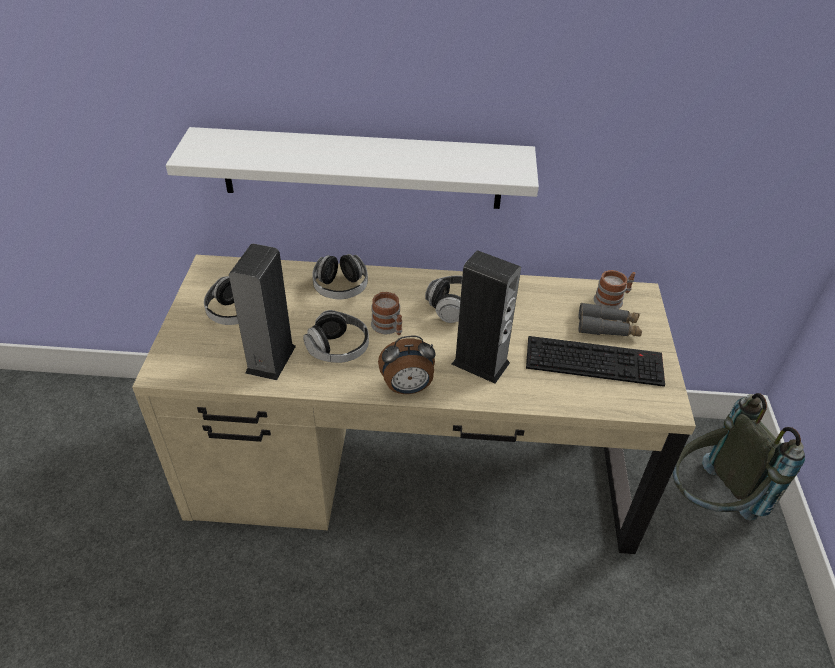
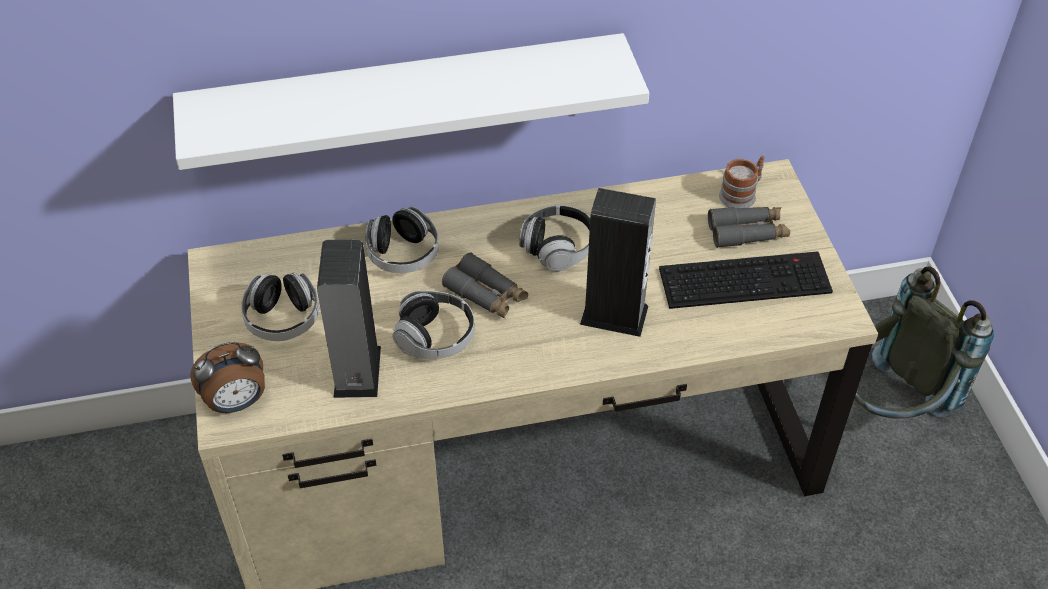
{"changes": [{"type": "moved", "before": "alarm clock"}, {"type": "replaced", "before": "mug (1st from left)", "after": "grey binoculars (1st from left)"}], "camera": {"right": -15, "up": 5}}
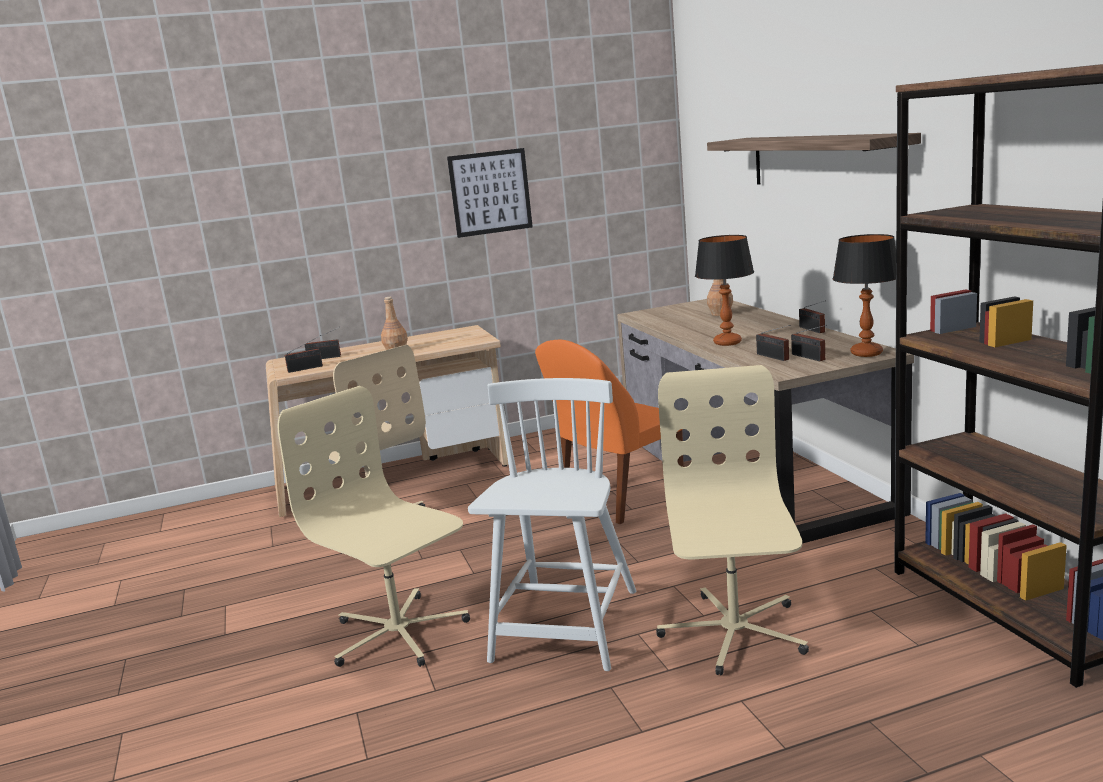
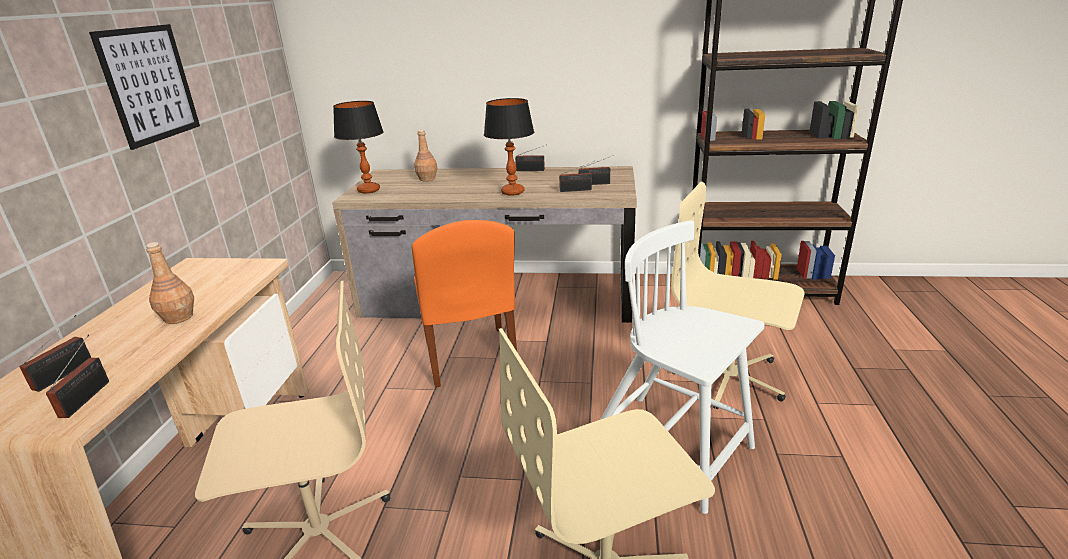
{"changes": [{"type": "moved", "before": "table lamp (2nd from left in the first image)", "after": "table lamp (1st from left)"}, {"type": "removed", "before": "shelf"}], "camera": {"right": -65, "up": 10}}
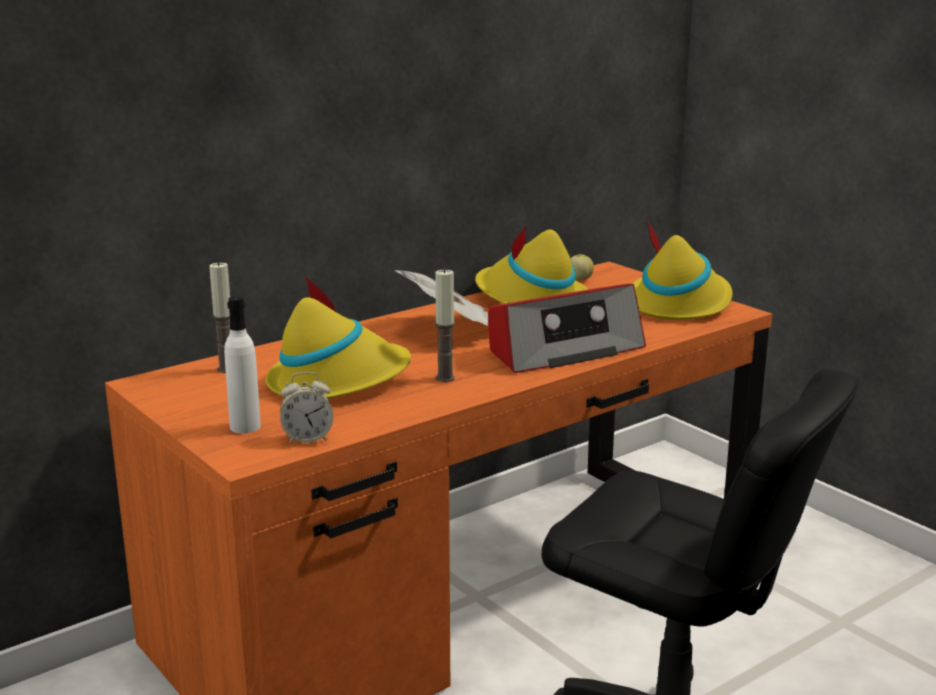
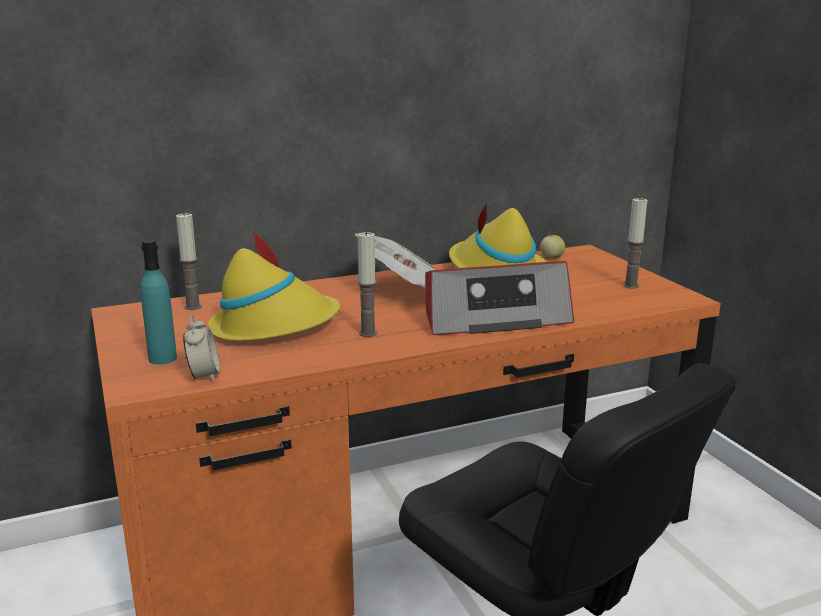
{"changes": [{"type": "recoloured", "before": "white bottle", "after": "turquoise bottle"}, {"type": "turned", "before": "alarm clock", "turn": -105}, {"type": "replaced", "before": "yellow hat (3rd from left)", "after": "candle (3rd from left)"}], "camera": {"right": 15, "up": 0}}
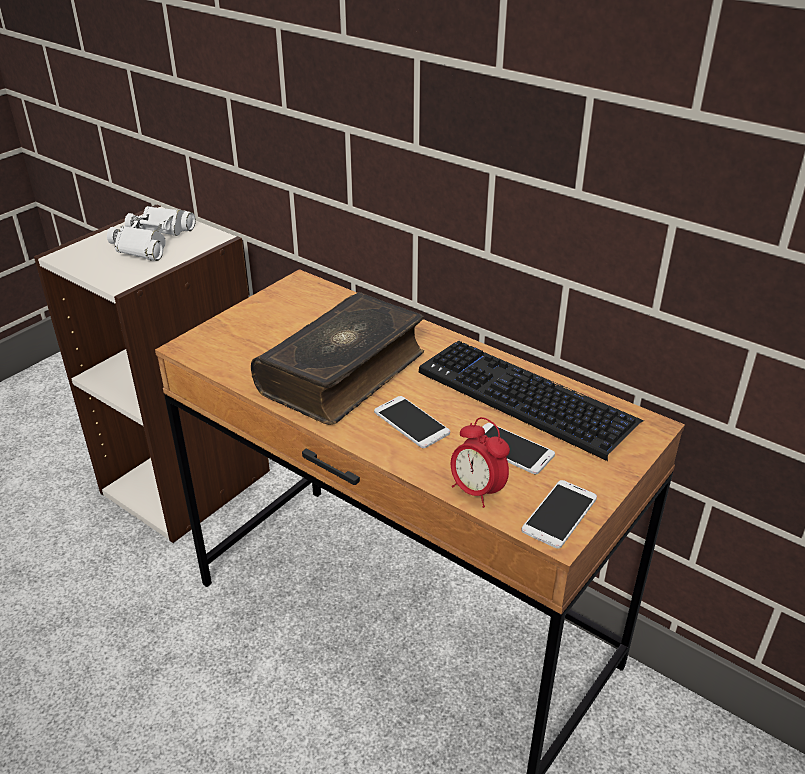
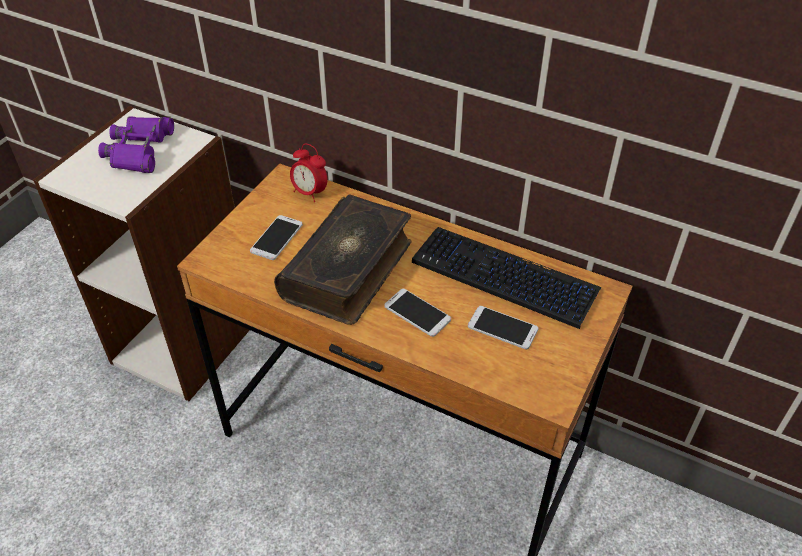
{"changes": [{"type": "recoloured", "before": "white binoculars", "after": "purple binoculars"}, {"type": "moved", "before": "phone (3rd from left in the first image)", "after": "phone (1st from left)"}, {"type": "moved", "before": "alarm clock"}], "camera": {"right": -10, "up": 10}}
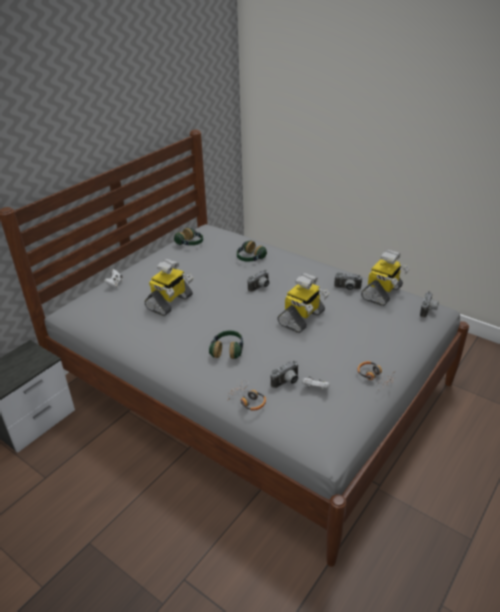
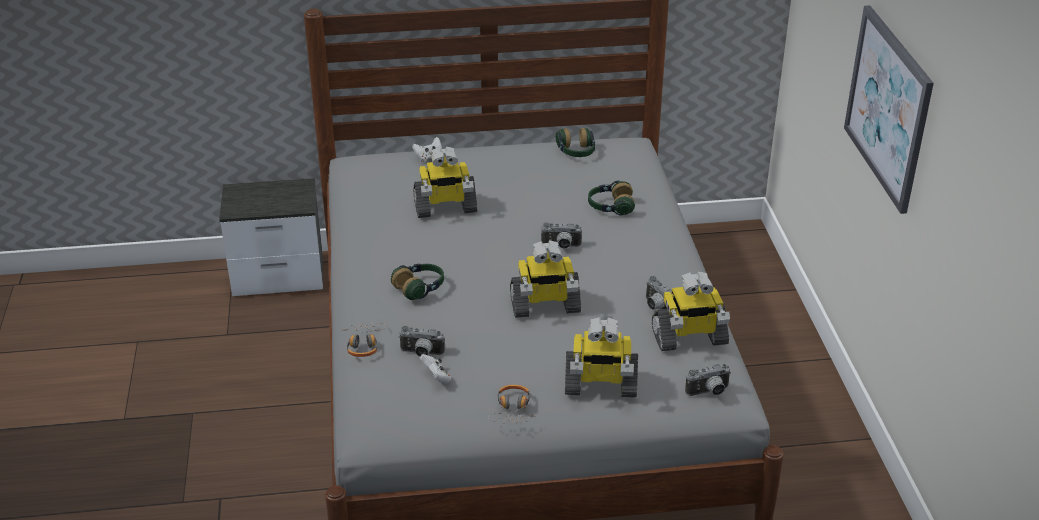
{"changes": [{"type": "added", "after": "toy robot (3rd from left)"}, {"type": "added", "after": "picture"}], "camera": {"right": 45, "up": 0}}
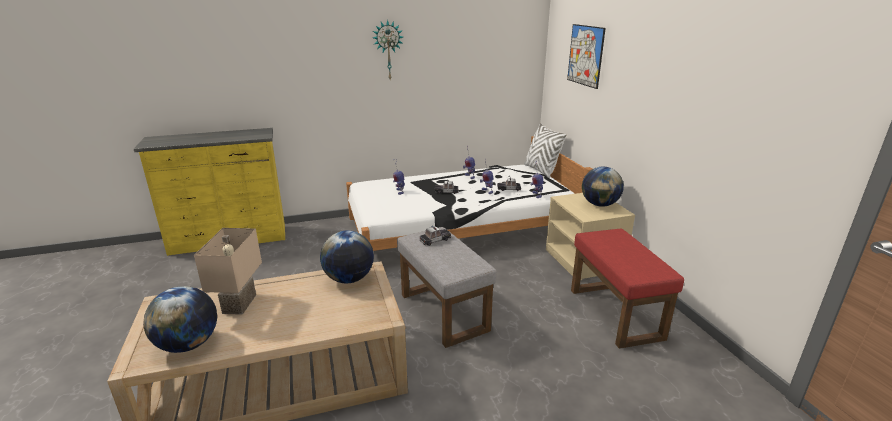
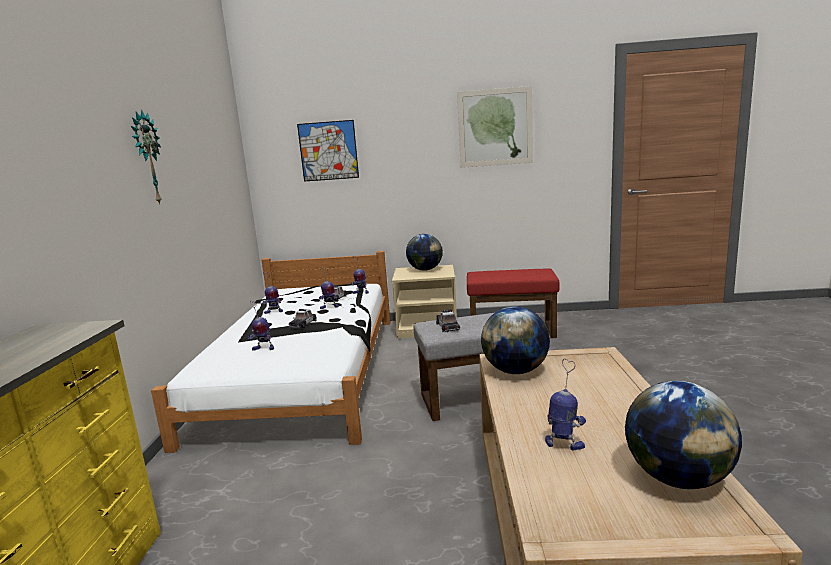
{"changes": [{"type": "added", "after": "picture (2nd from left)"}, {"type": "replaced", "before": "beige table lamp", "after": "toy robot (5th from left)"}, {"type": "removed", "before": "white pillow"}], "camera": {"right": -70, "up": -10}}
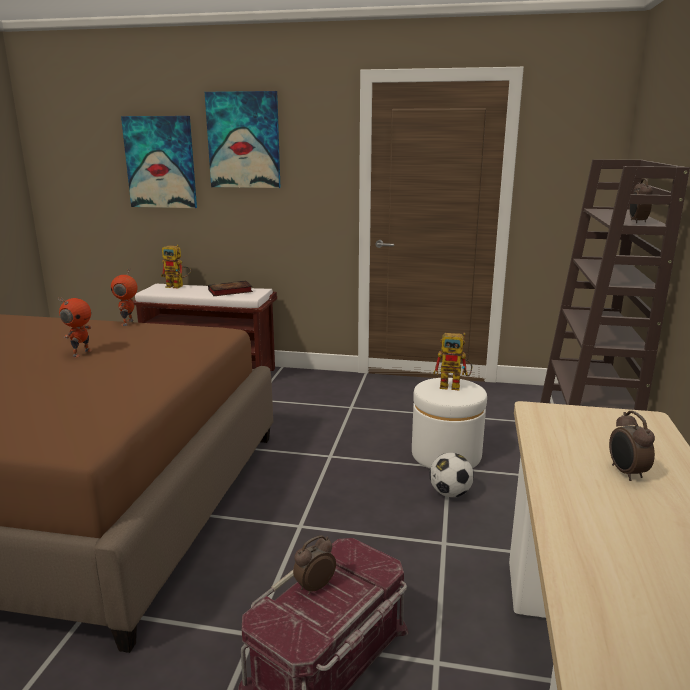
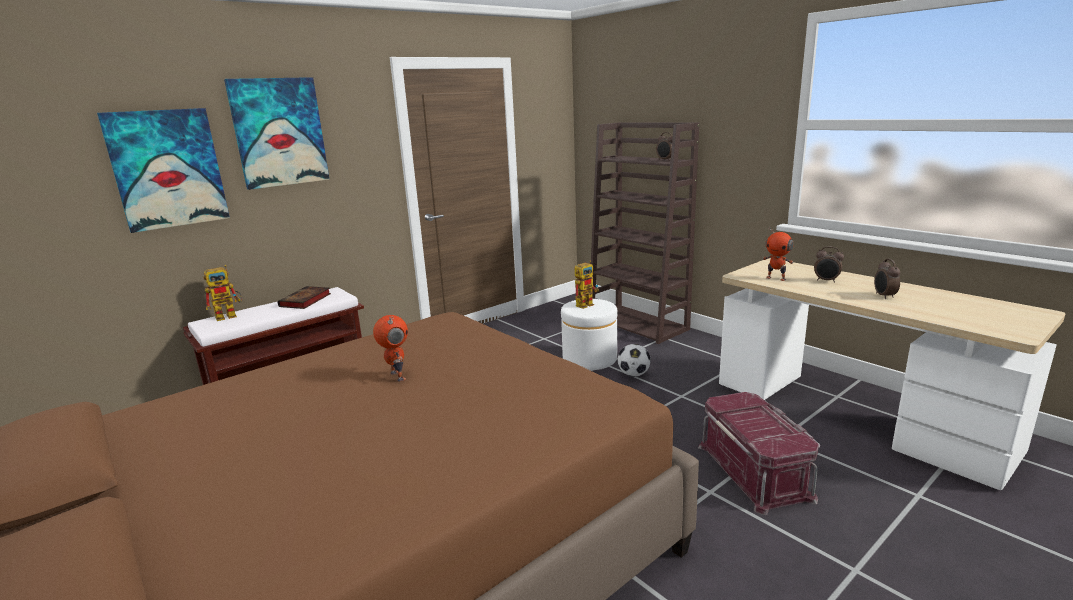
{"changes": [{"type": "moved", "before": "toy robot (2nd from left in the first image)", "after": "toy robot (4th from left)"}, {"type": "moved", "before": "alarm clock (1st from left in the first image)", "after": "alarm clock (3rd from left)"}], "camera": {"right": -50, "up": 0}}
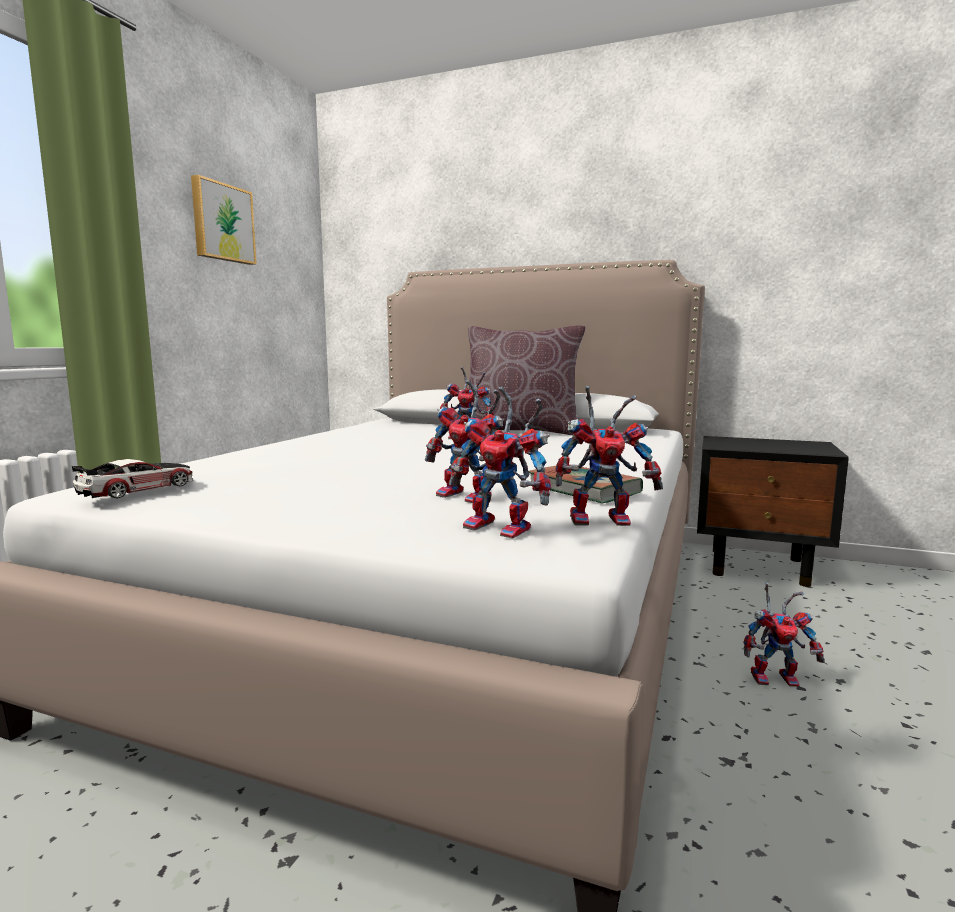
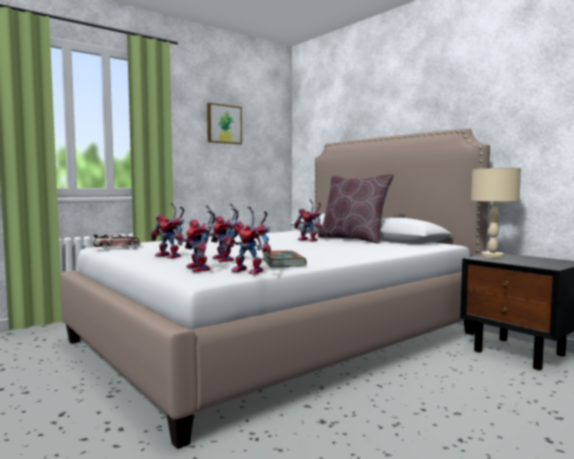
{"changes": [{"type": "moved", "before": "toy robot (5th from left in the first image)", "after": "toy robot (1st from left)"}, {"type": "added", "after": "beige table lamp"}], "camera": {"right": 30, "up": -5}}
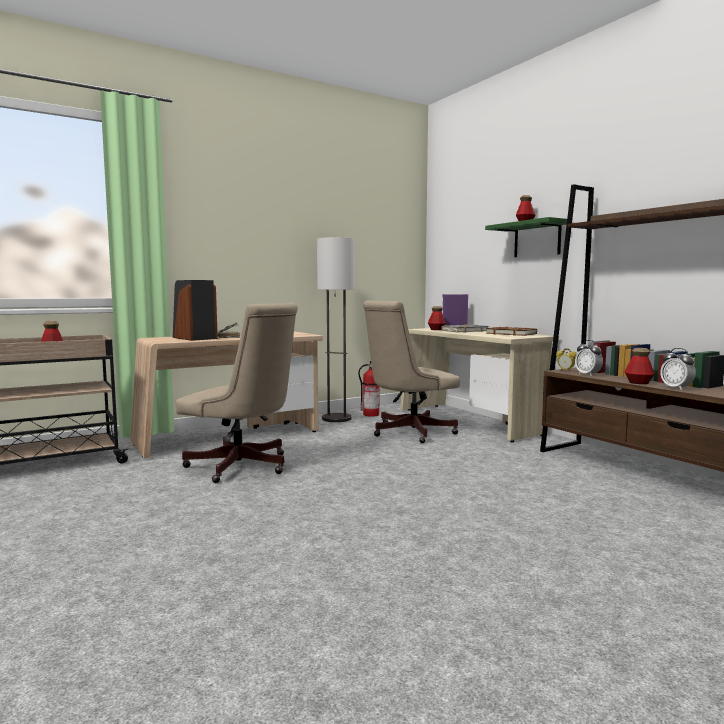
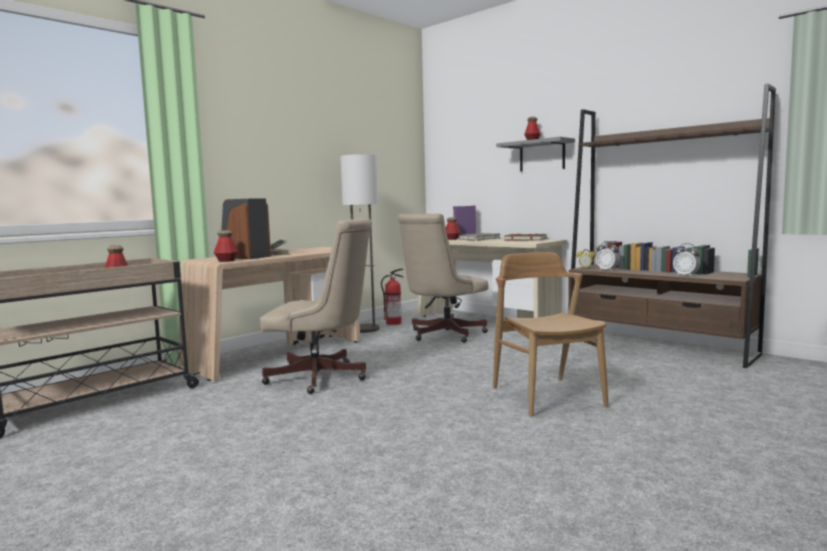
{"changes": [{"type": "moved", "before": "bottle (4th from left in the first image)", "after": "bottle (2nd from left)"}, {"type": "added", "after": "brown chair"}, {"type": "recoloured", "before": "green shelf", "after": "grey shelf"}], "camera": {"right": -15, "up": 0}}
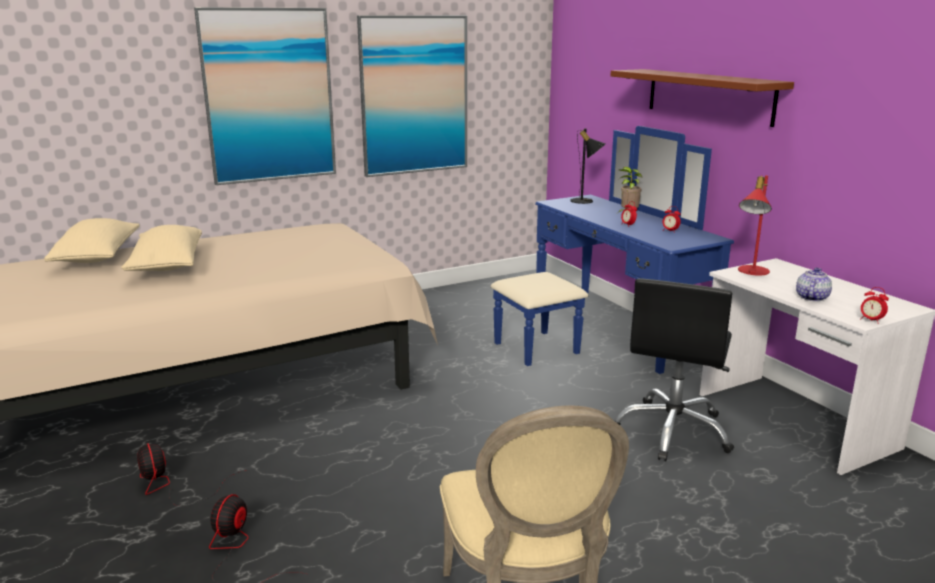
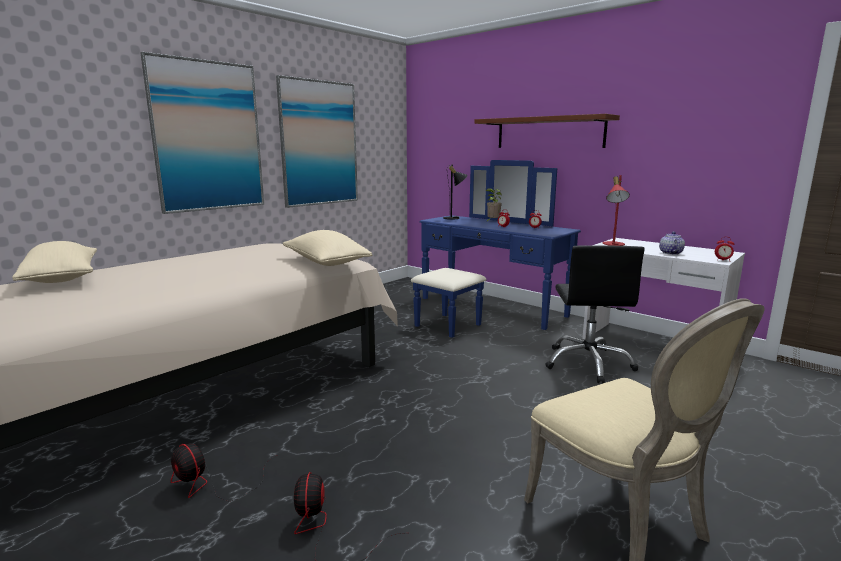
{"changes": [{"type": "moved", "before": "beige pillow (2nd from left)"}], "camera": {"right": -20, "up": -5}}
